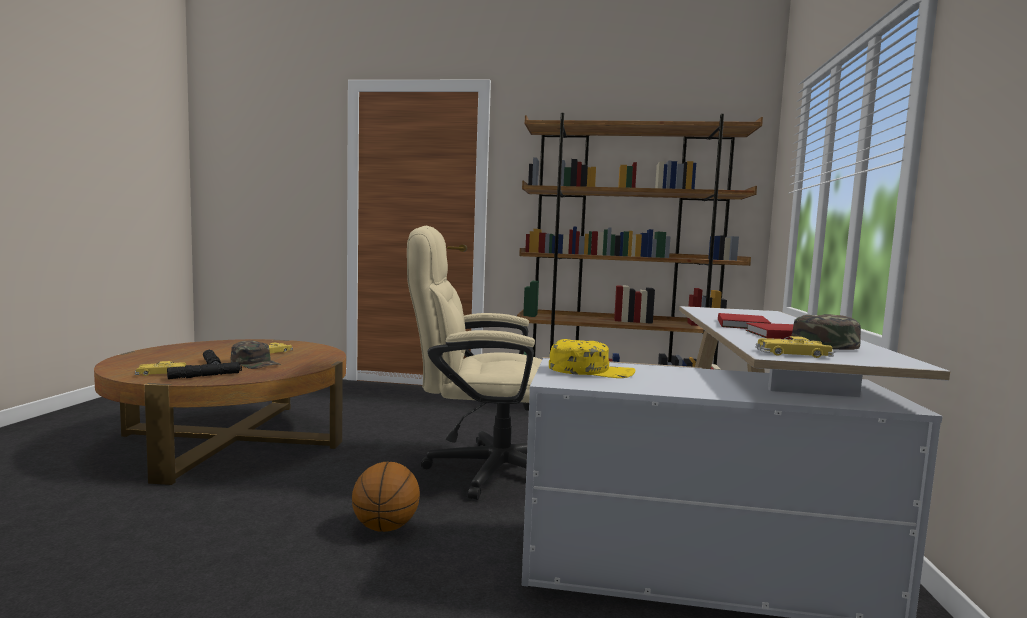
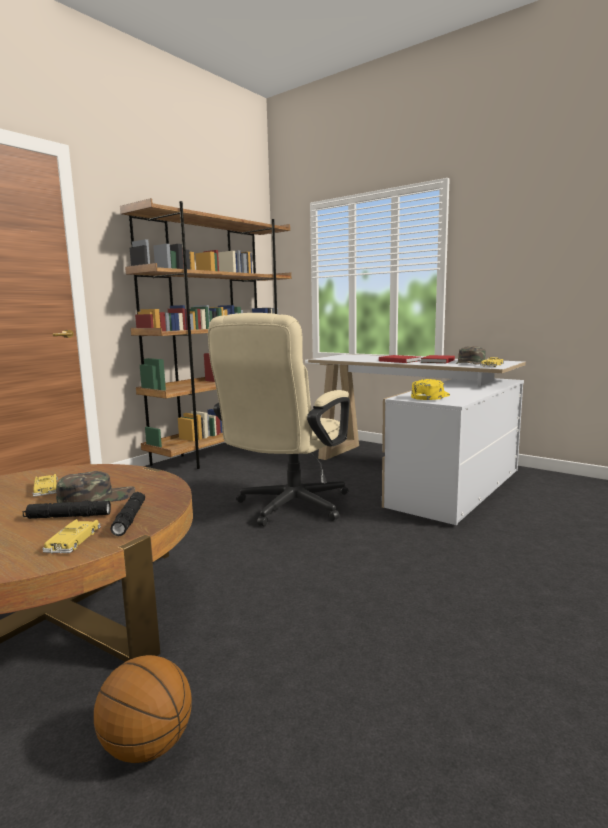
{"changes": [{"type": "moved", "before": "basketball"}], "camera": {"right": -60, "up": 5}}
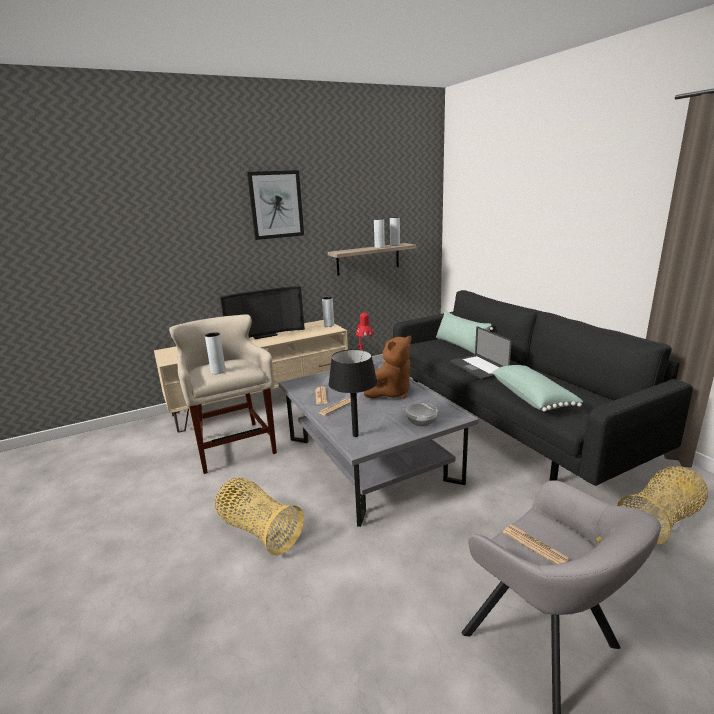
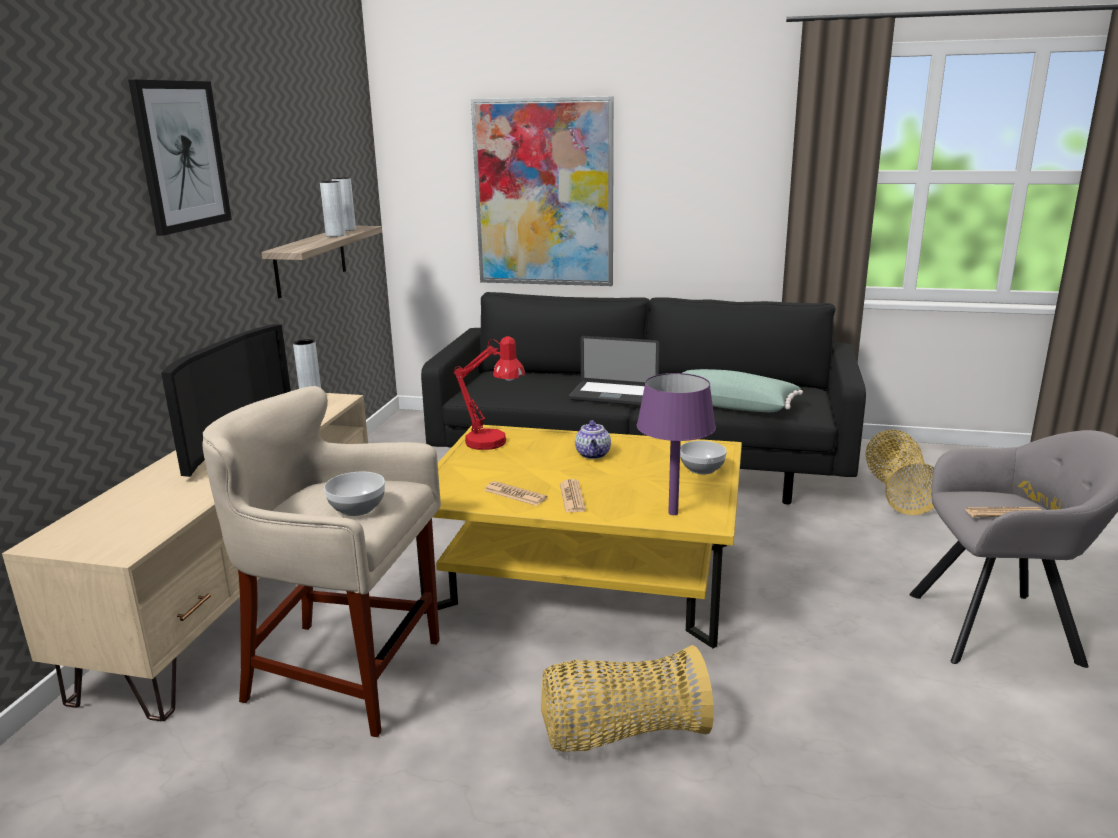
{"changes": [{"type": "replaced", "before": "grey vase (1st from left)", "after": "bowl (1st from left)"}, {"type": "recoloured", "before": "grey coffee table", "after": "yellow coffee table"}, {"type": "added", "after": "picture (2nd from left)"}, {"type": "replaced", "before": "brown plush toy", "after": "teapot"}, {"type": "recoloured", "before": "black table lamp", "after": "purple table lamp"}, {"type": "removed", "before": "green pillow (1st from left)"}], "camera": {"right": -50, "up": 0}}
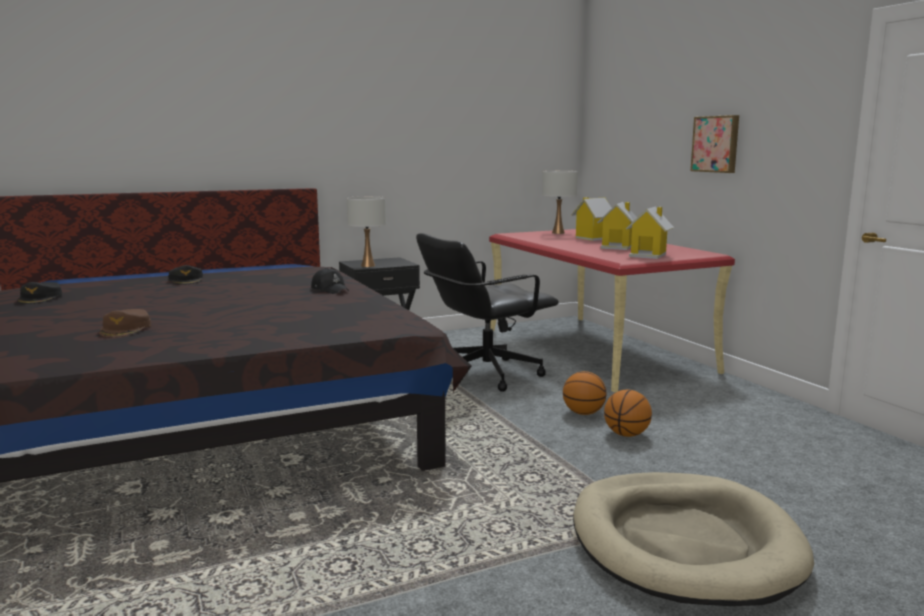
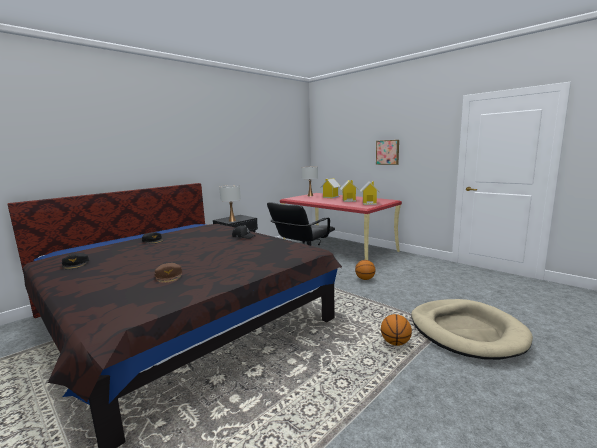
{"changes": [{"type": "moved", "before": "basketball (2nd from left)"}], "camera": {"right": -20, "up": 0}}
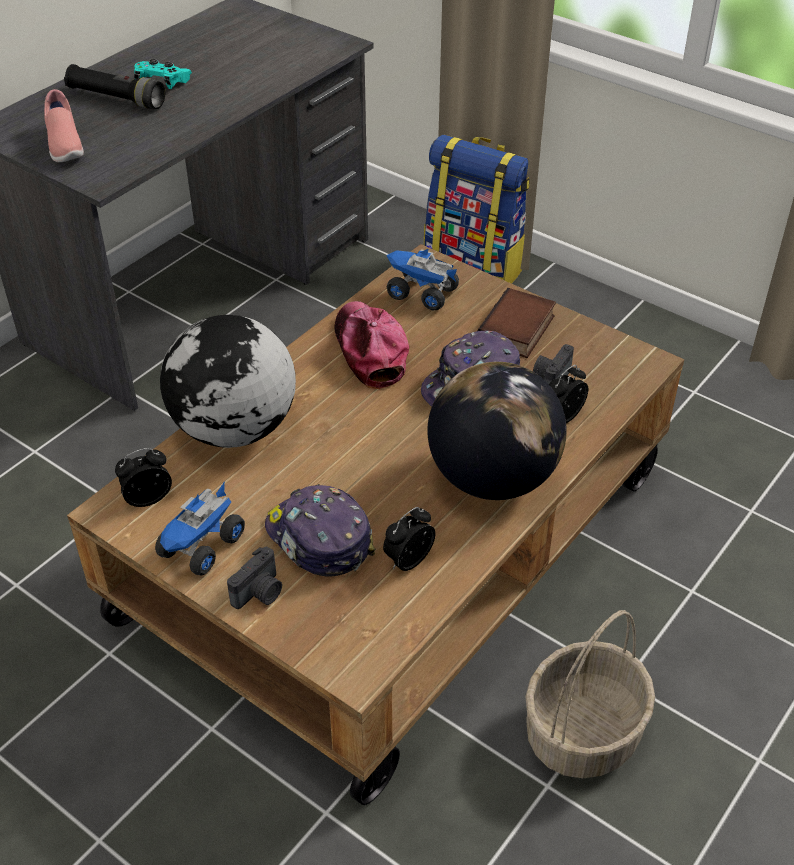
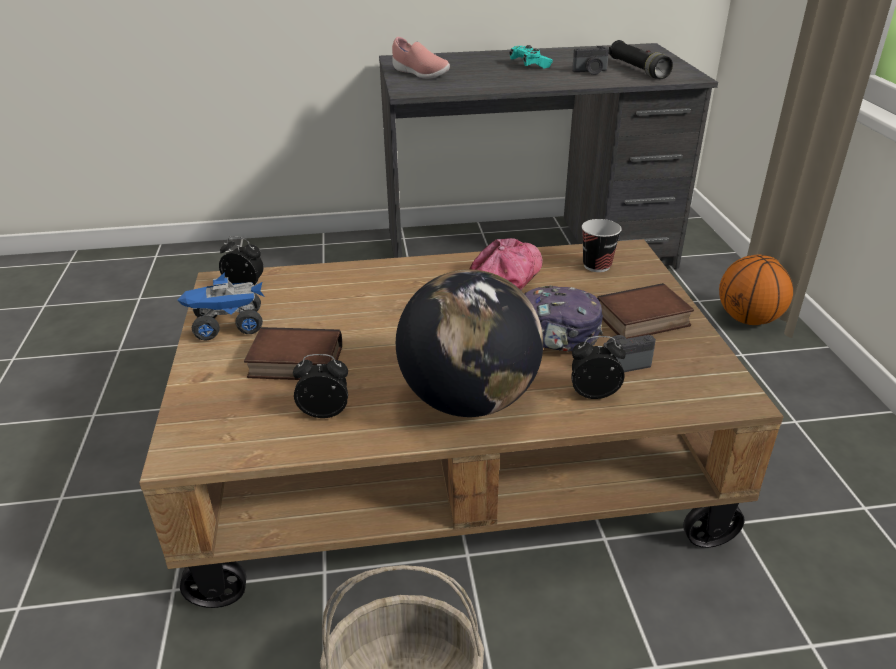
{"changes": [{"type": "replaced", "before": "cap (1st from left)", "after": "book (1st from left)"}, {"type": "turned", "before": "pink shoe", "turn": -75}, {"type": "moved", "before": "photo camera (1st from left)"}, {"type": "replaced", "before": "toy truck (2nd from left)", "after": "cup"}, {"type": "moved", "before": "black flashlight"}, {"type": "replaced", "before": "backpack", "after": "basketball"}, {"type": "removed", "before": "globe (1st from left)"}], "camera": {"right": 45, "up": -10}}
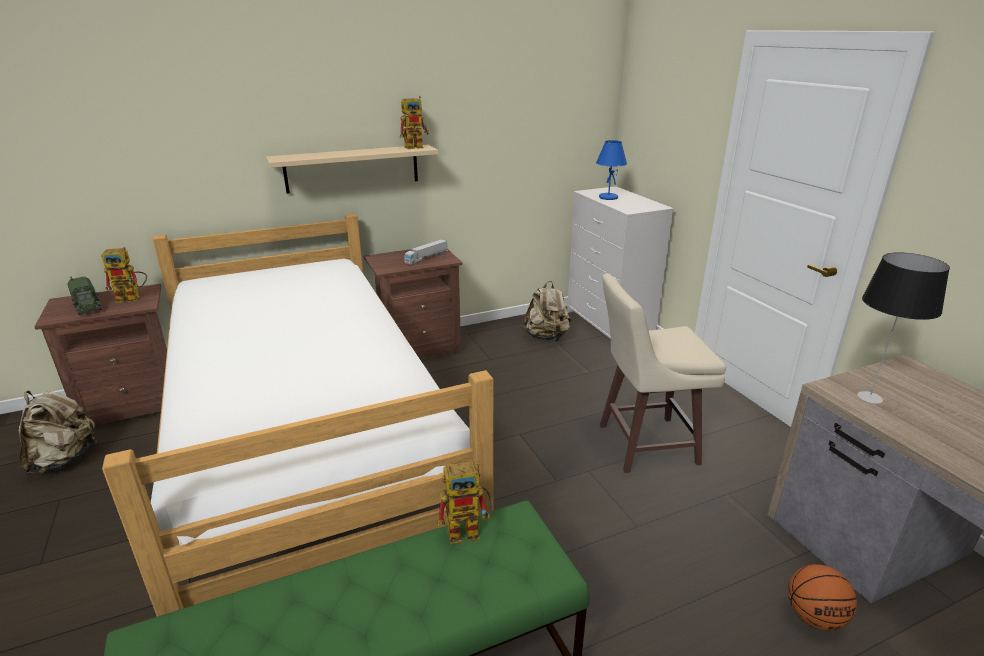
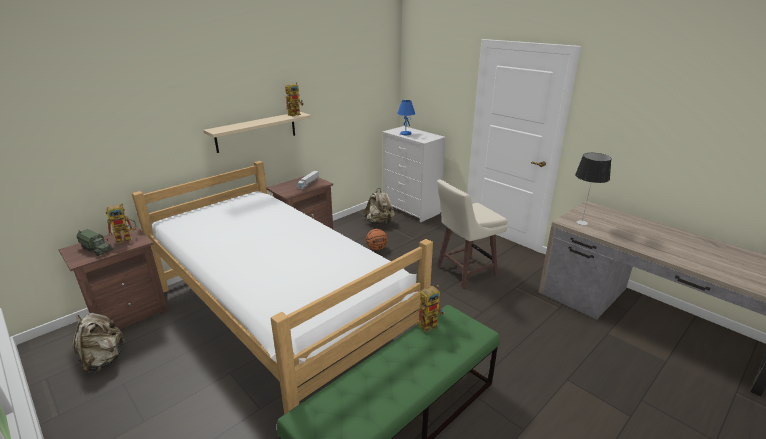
{"changes": [{"type": "moved", "before": "basketball"}], "camera": {"right": -20, "up": 0}}
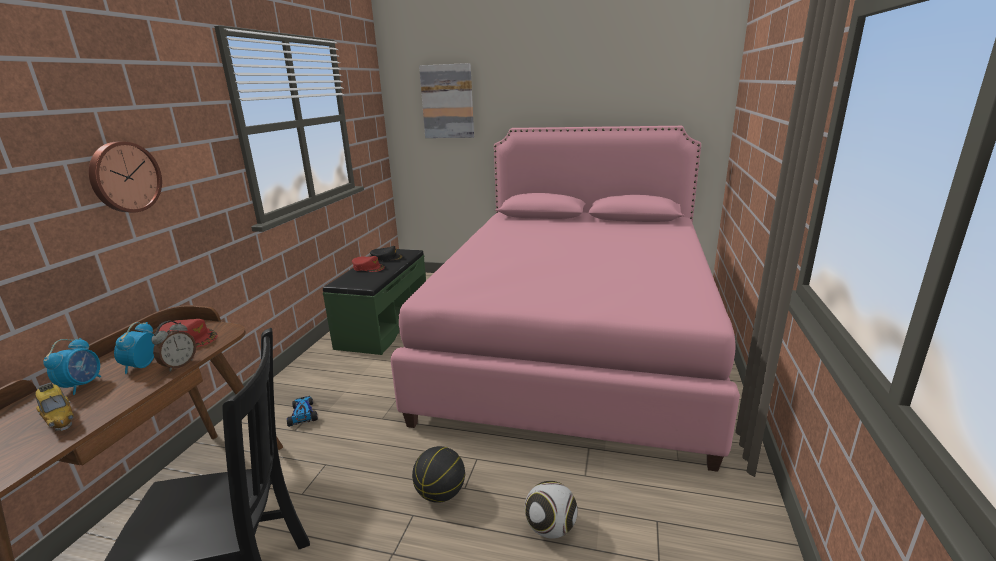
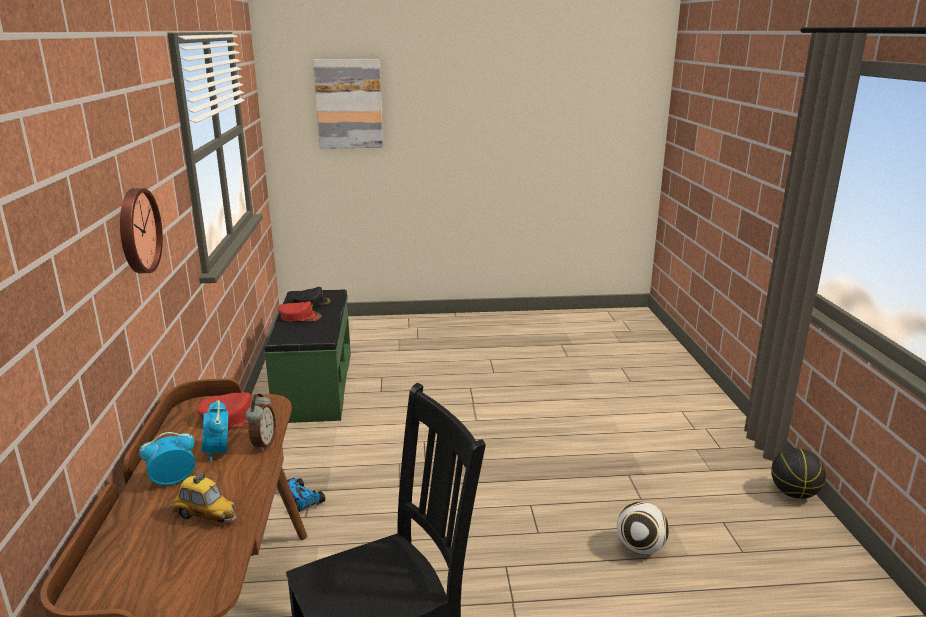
{"changes": [{"type": "turned", "before": "alarm clock (1st from left)", "turn": -105}, {"type": "moved", "before": "basketball"}, {"type": "removed", "before": "pink bed"}], "camera": {"right": -20, "up": 0}}
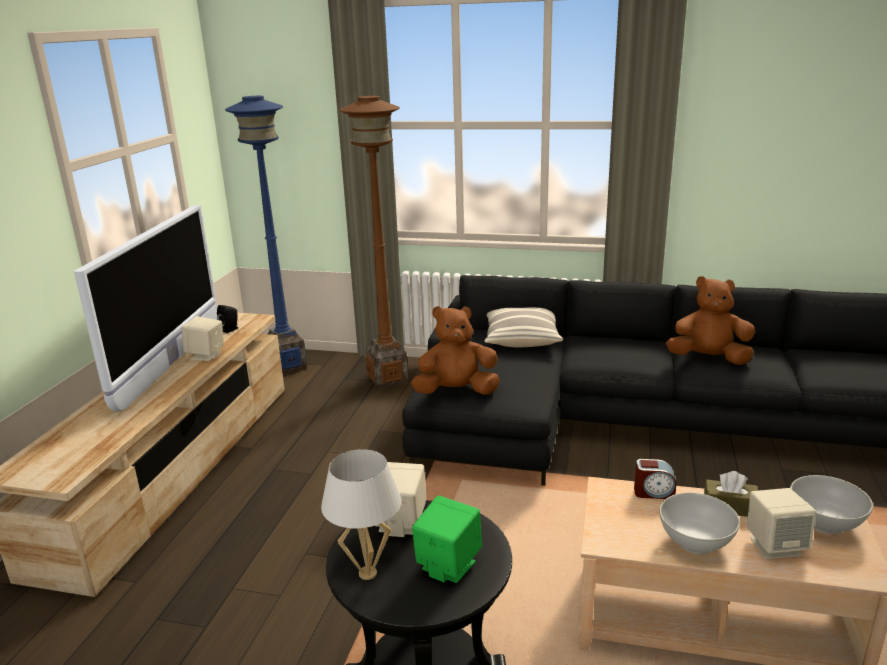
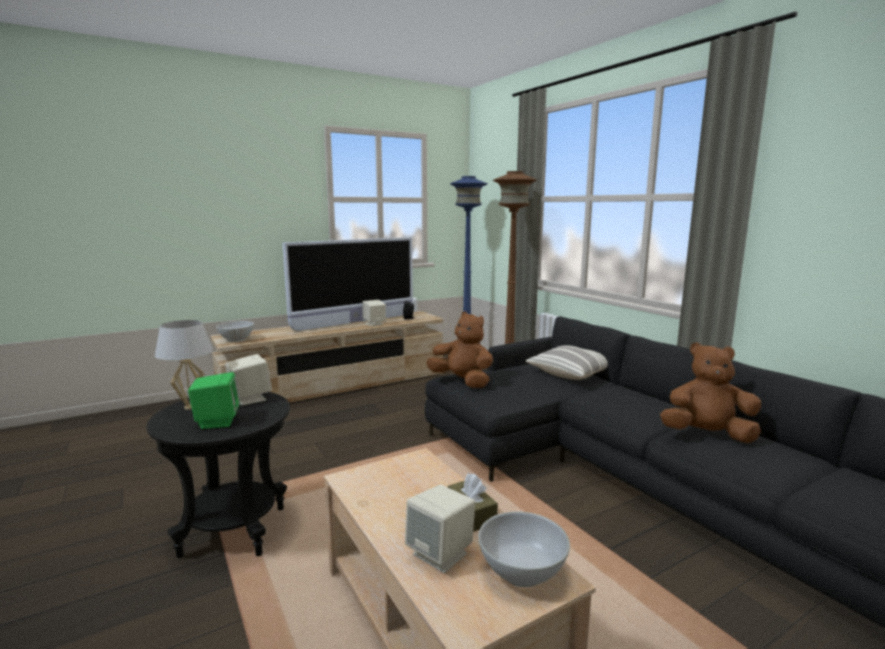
{"changes": [{"type": "moved", "before": "white bowl (1st from left)"}, {"type": "turned", "before": "brown plush toy (2nd from left)", "turn": -45}, {"type": "removed", "before": "alarm clock"}], "camera": {"right": 45, "up": -10}}
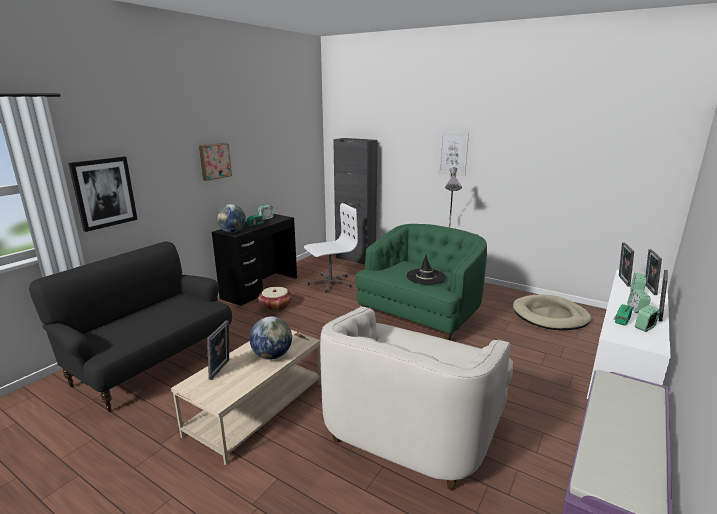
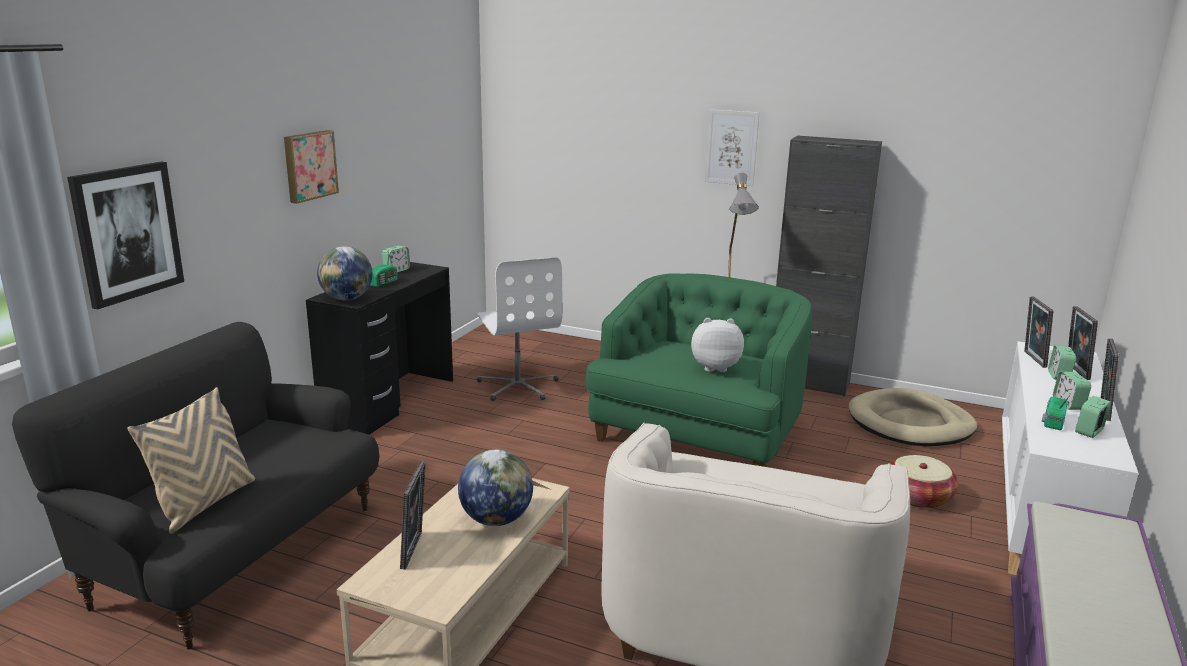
{"changes": [{"type": "added", "after": "beige pillow"}, {"type": "turned", "before": "white office chair", "turn": 105}, {"type": "replaced", "before": "black hat", "after": "plush toy"}, {"type": "moved", "before": "black cabinet"}, {"type": "moved", "before": "basket"}], "camera": {"right": -10, "up": 0}}
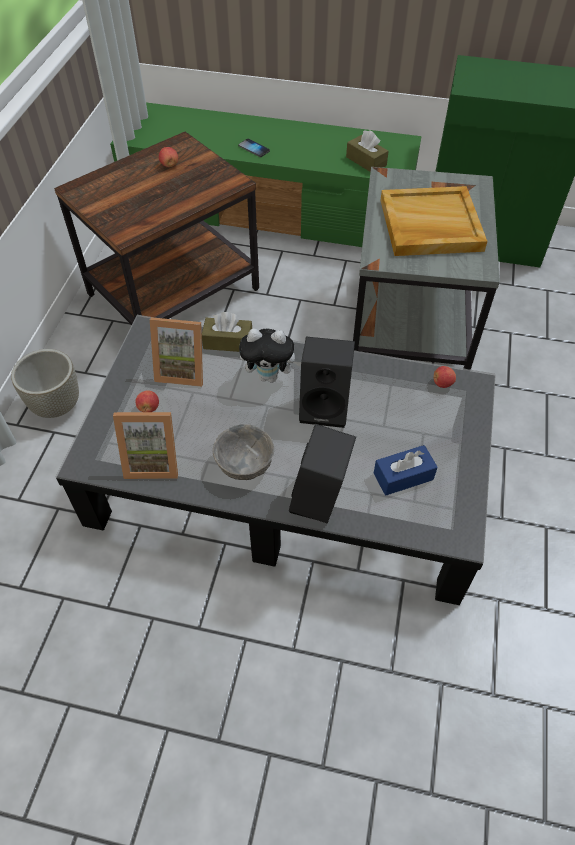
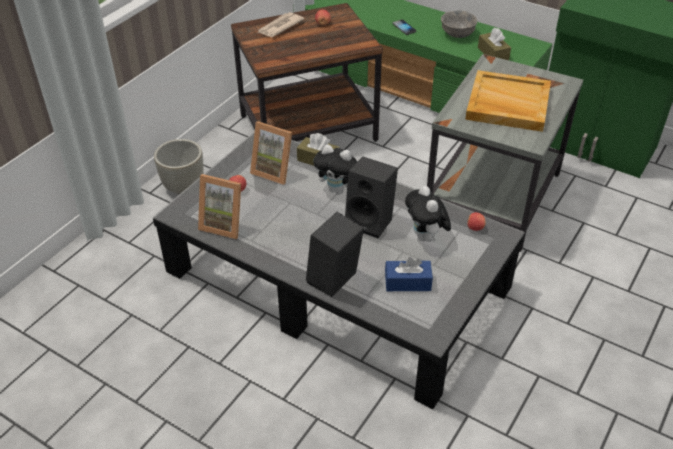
{"changes": [{"type": "added", "after": "newspaper"}, {"type": "added", "after": "plush toy (2nd from left)"}, {"type": "moved", "before": "grey bowl"}], "camera": {"right": 20, "up": -10}}
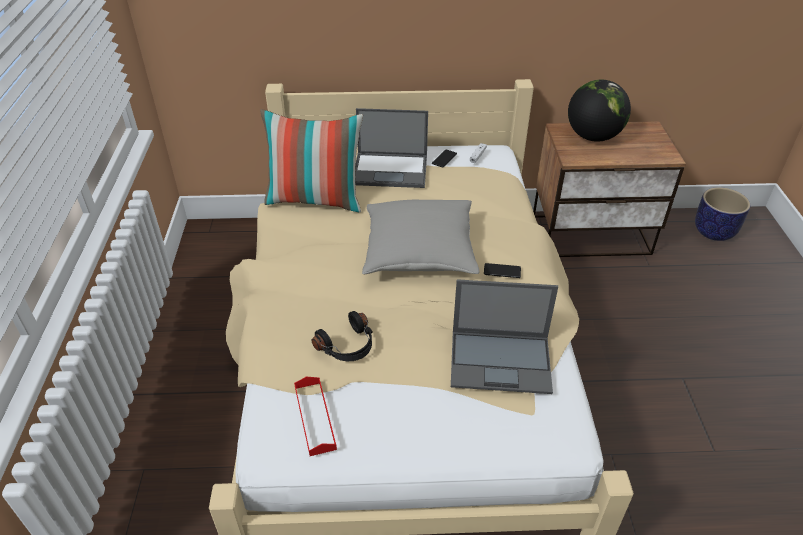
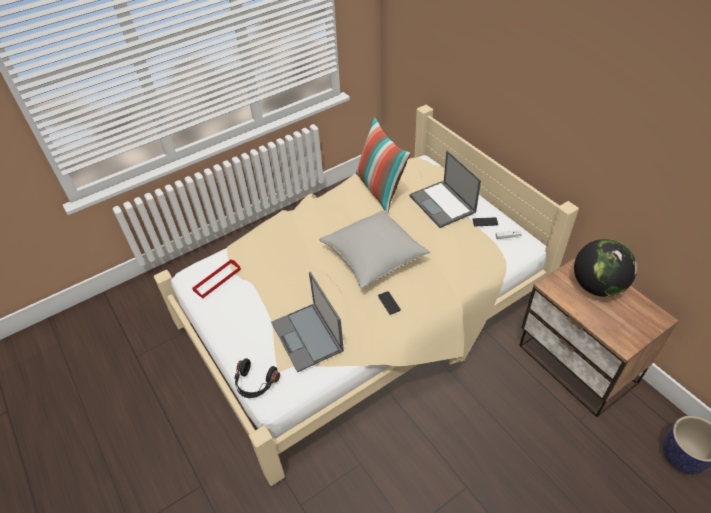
{"changes": [{"type": "moved", "before": "black headphones"}], "camera": {"right": 60, "up": 5}}
